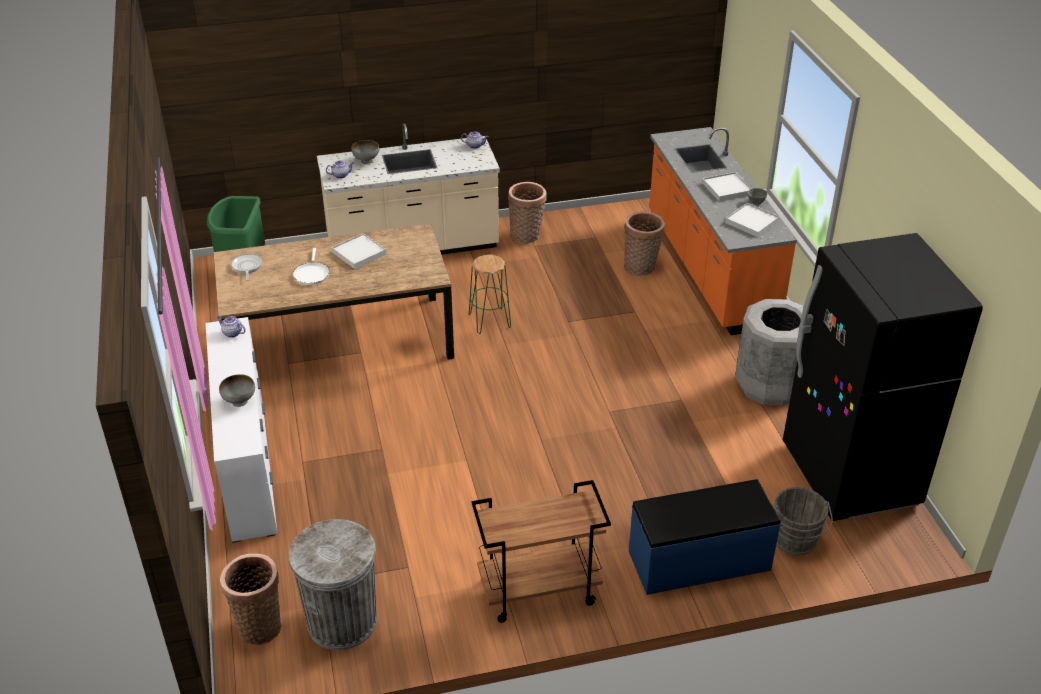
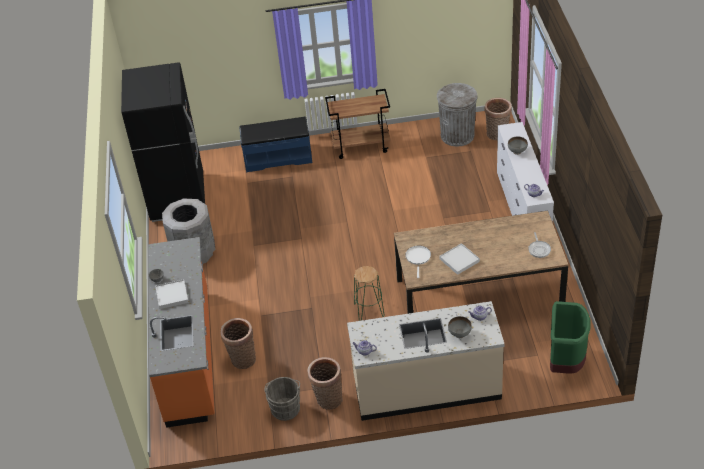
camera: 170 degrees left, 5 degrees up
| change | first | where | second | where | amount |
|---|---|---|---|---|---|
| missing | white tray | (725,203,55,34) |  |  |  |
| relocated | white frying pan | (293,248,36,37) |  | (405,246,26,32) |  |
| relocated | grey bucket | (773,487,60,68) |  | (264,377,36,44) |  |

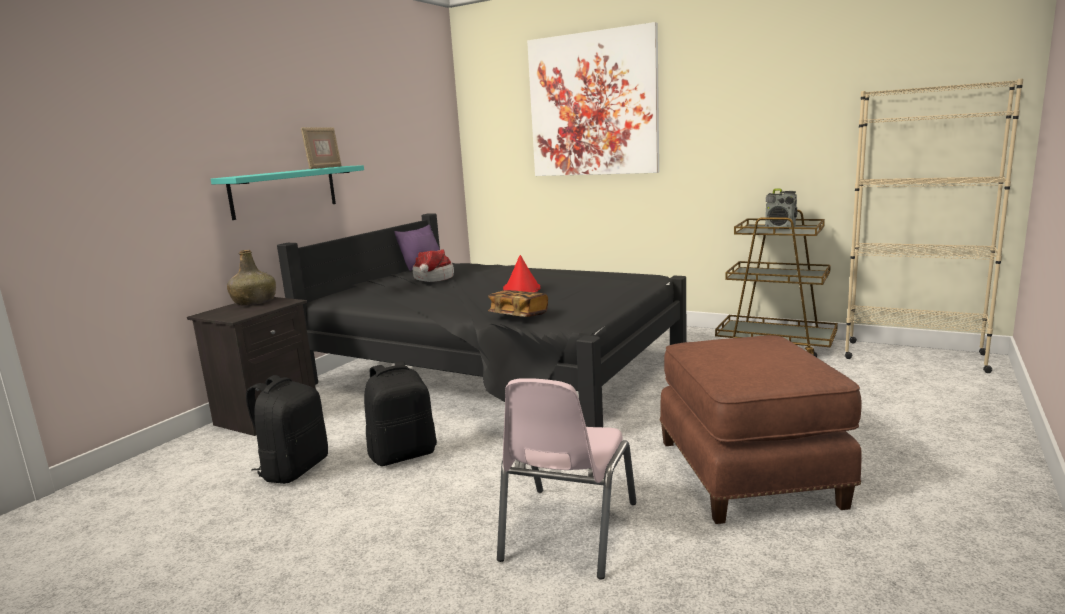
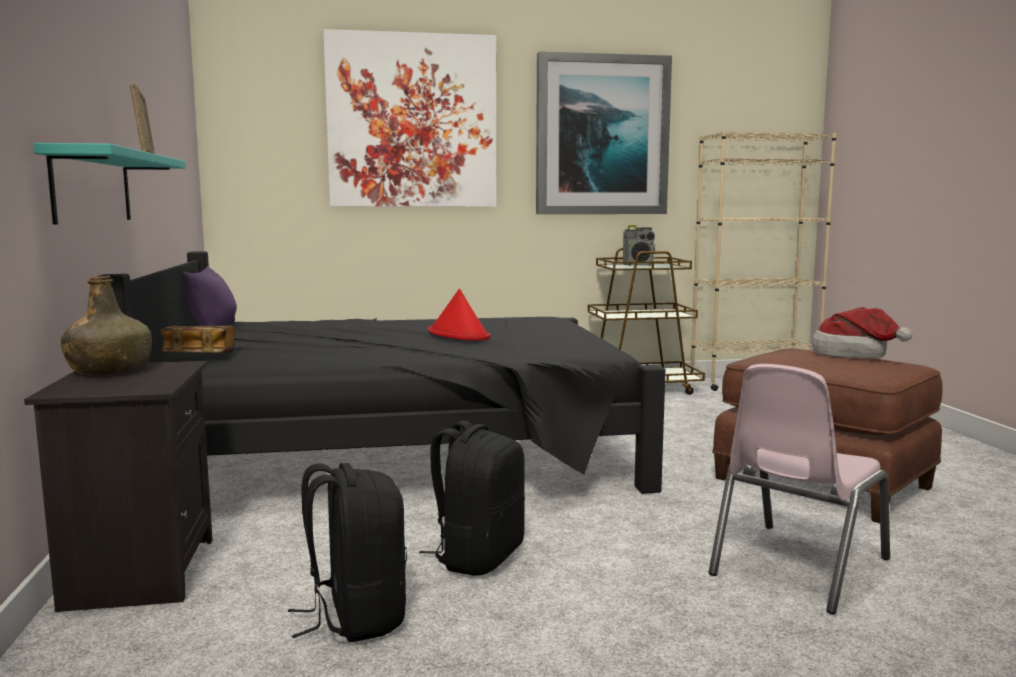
camera: 40 degrees left, 5 degrees down
| change | first | where | second | where | amount |
|---|---|---|---|---|---|
| appeared |  |  | picture | (536,51,136,163) |  |
| relocated | hat | (413,249,41,33) |  | (812,307,101,51) |  |
| relocated | book | (488,290,60,27) |  | (160,326,75,27) |  |
| spun | pink chair | (497,378,139,201) |  | (709,364,181,250) | 60 degrees clockwise |

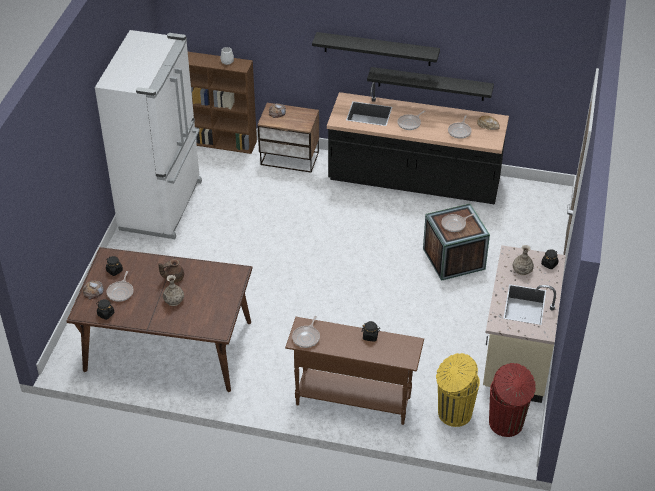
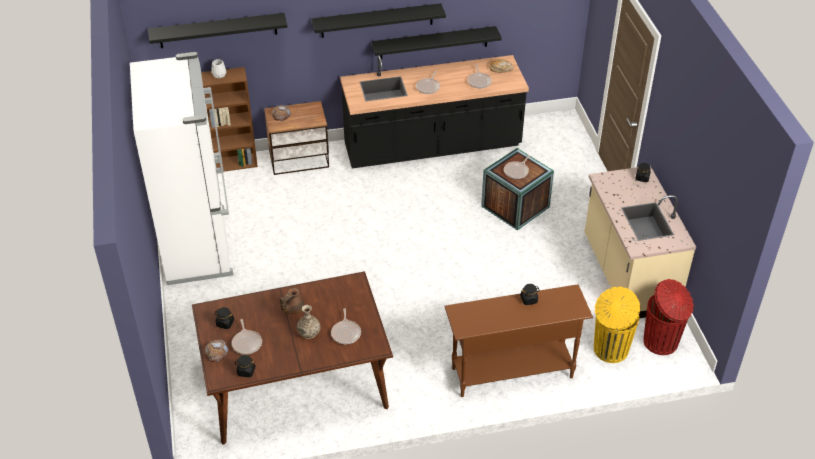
camera: 25 degrees left, 0 degrees up
| change | first | where | second | where | amount |
|---|---|---|---|---|---|
| missing | vase | (513,245,21,30) |  |  |  |
| appeared |  |  | black shelf | (148,13,139,35) |  |
| relocated | frying pan | (292,316,28,32) |  | (331,308,30,36) |  |

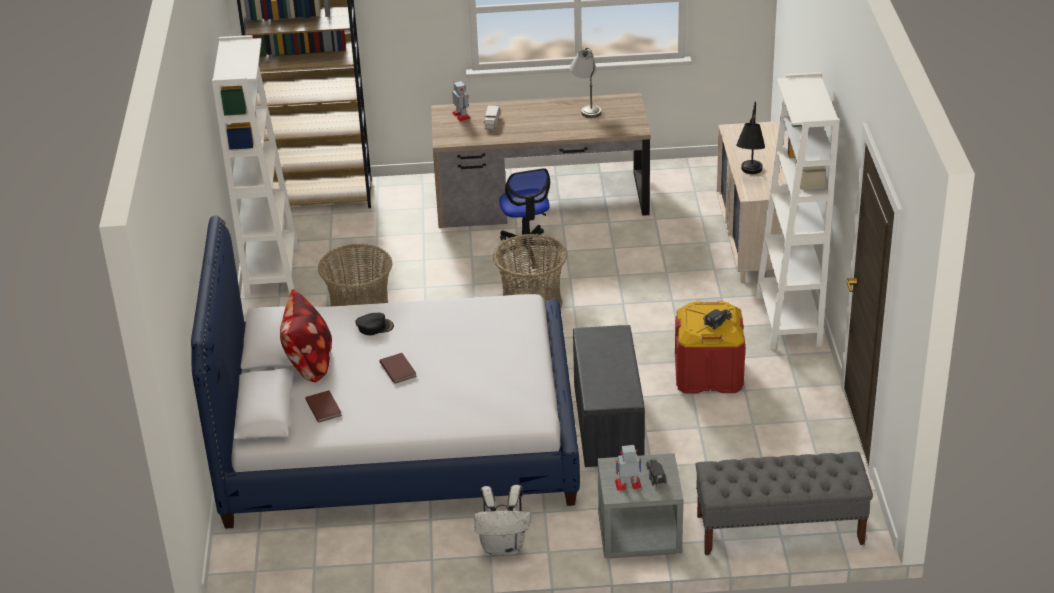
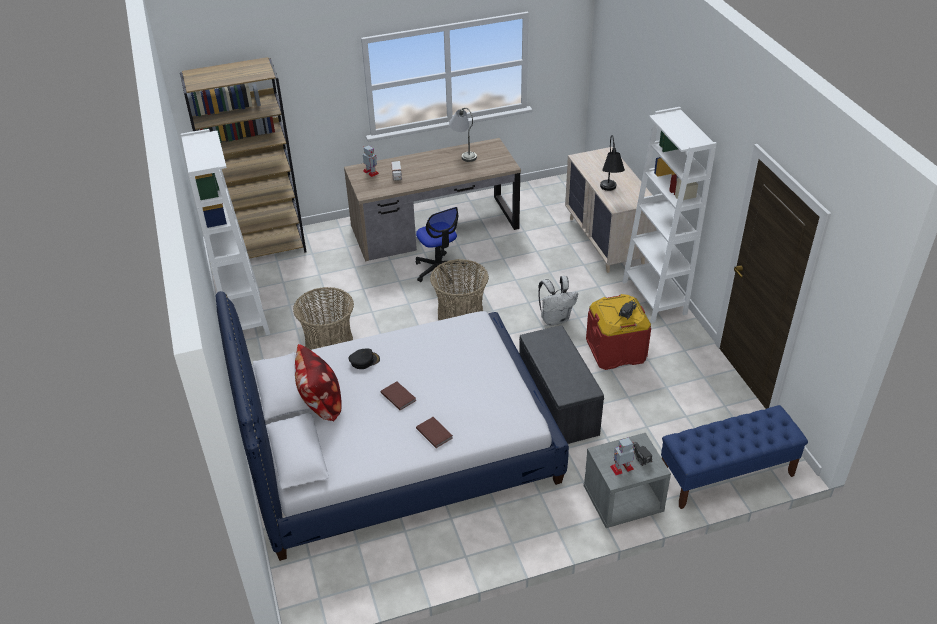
camera: 15 degrees left, 5 degrees up
| change | first | where | second | where | amount |
|---|---|---|---|---|---|
| relocated | brown book | (305,390,37,33) |  | (416,417,37,31) |  |
| relocated | white backpack | (474,485,56,71) |  | (538,276,40,50) |  |
| colour | grey bench | (696,452,177,103) | blue bench | (661,405,147,104) |  |

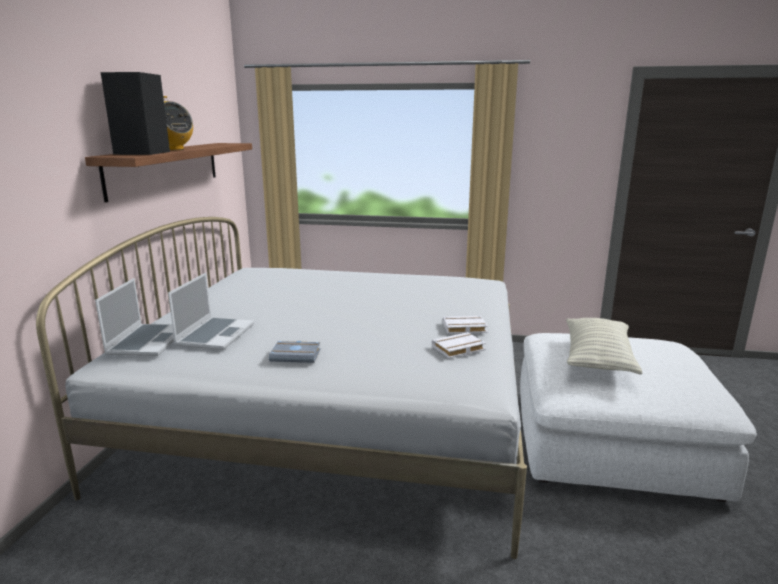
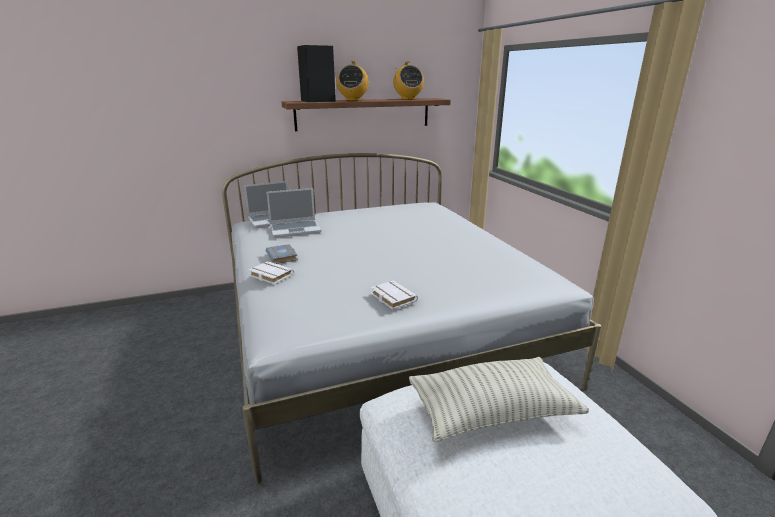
camera: 60 degrees right, 5 degrees up
| change | first | where | second | where | amount |
|---|---|---|---|---|---|
| appeared |  |  | radio | (393,61,31,39) |  |
| relocated | white book | (432,332,54,26) |  | (248,261,46,23) |  |

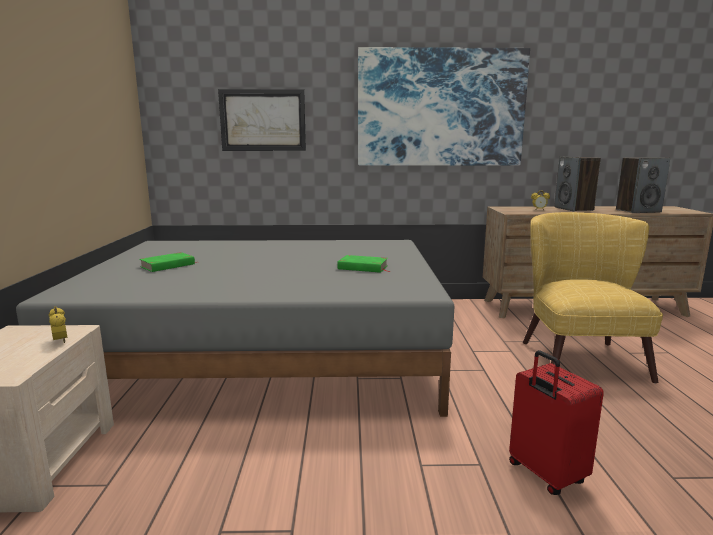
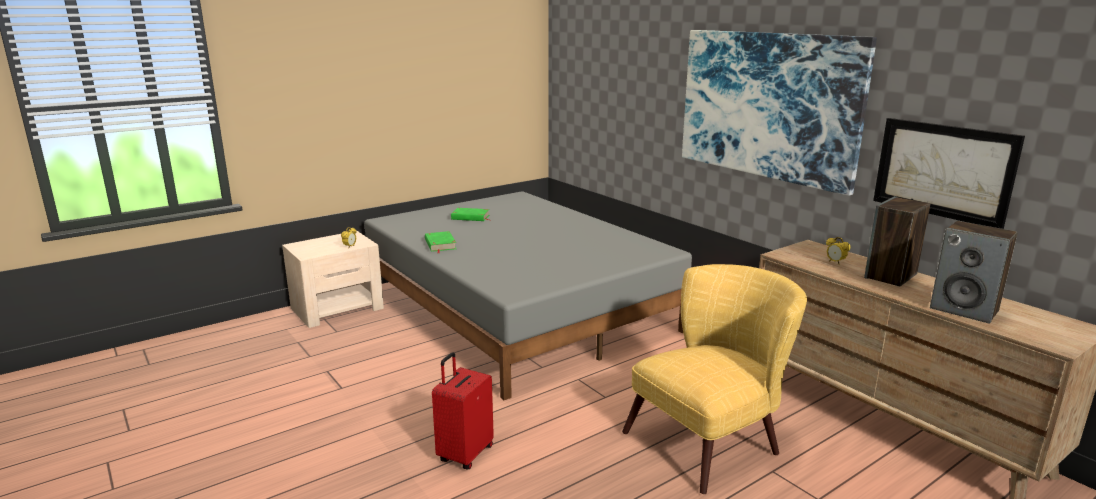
camera: 55 degrees right, 5 degrees up
| change | first | where | second | where | amount |
|---|---|---|---|---|---|
| relocated | picture | (218,89,88,62) |  | (873,118,152,111) |  |
| relocated | green book | (337,255,54,18) |  | (425,231,31,22) |  |

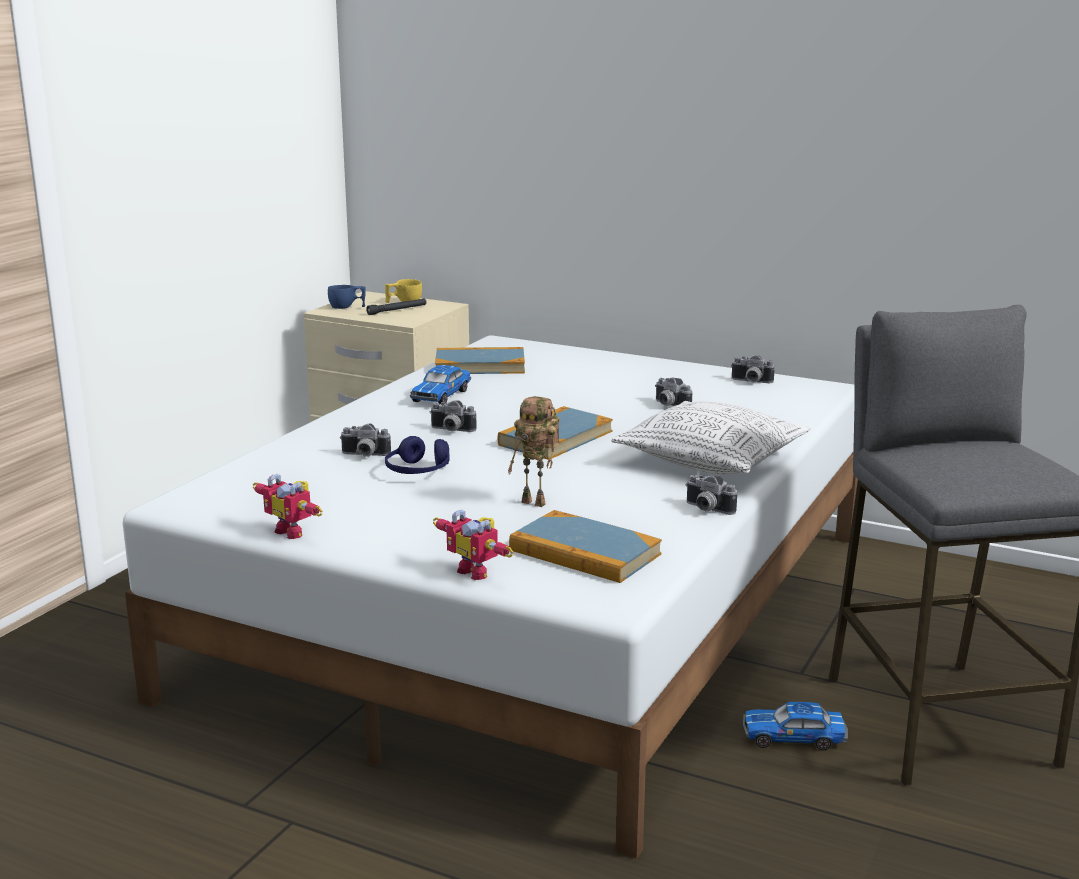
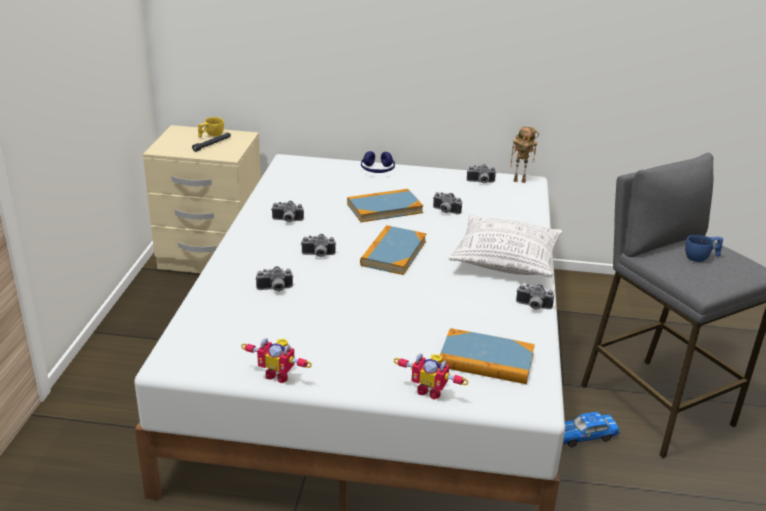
camera: 20 degrees left, 10 degrees up
| change | first | where | second | where | amount |
|---|---|---|---|---|---|
| relocated | blue cup | (328,285,37,24) |  | (685,235,38,27) |  |
| relocated | blue headphones | (385,436,65,38) |  | (361,151,34,22) |  |
| relocated | book | (435,347,90,27) |  | (347,189,76,33) |  |
| relocated | toy robot | (508,396,52,111) |  | (510,127,29,56) |  |
| exchanged | toy car | (410,365,61,39) | photo camera | (271,201,33,21) |  |

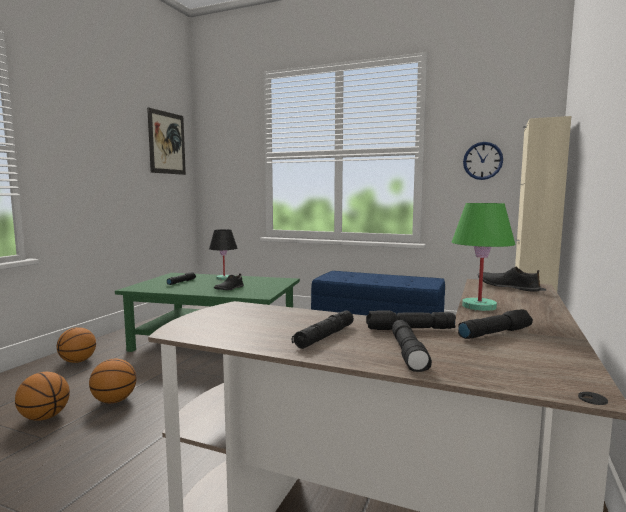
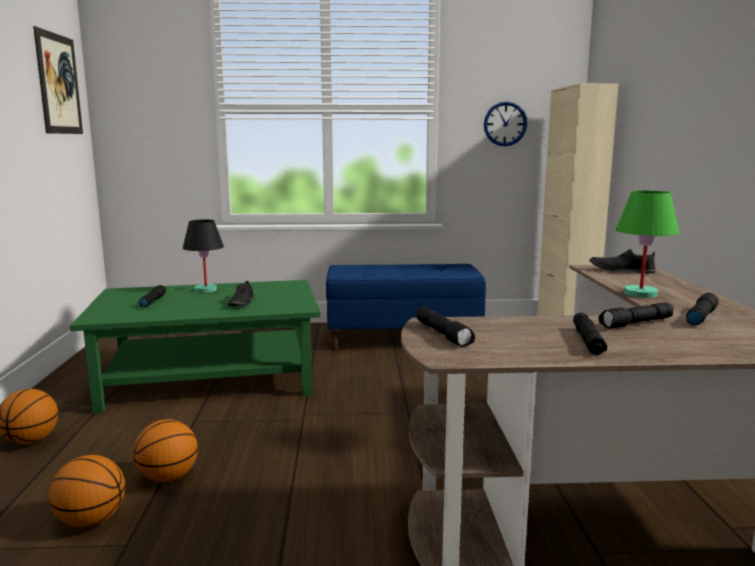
camera: 25 degrees left, 5 degrees up
| change | first | where | second | where | amount |
|---|---|---|---|---|---|
| relocated | black flashlight | (392,320,40,52) |  | (417,307,58,40) |  |

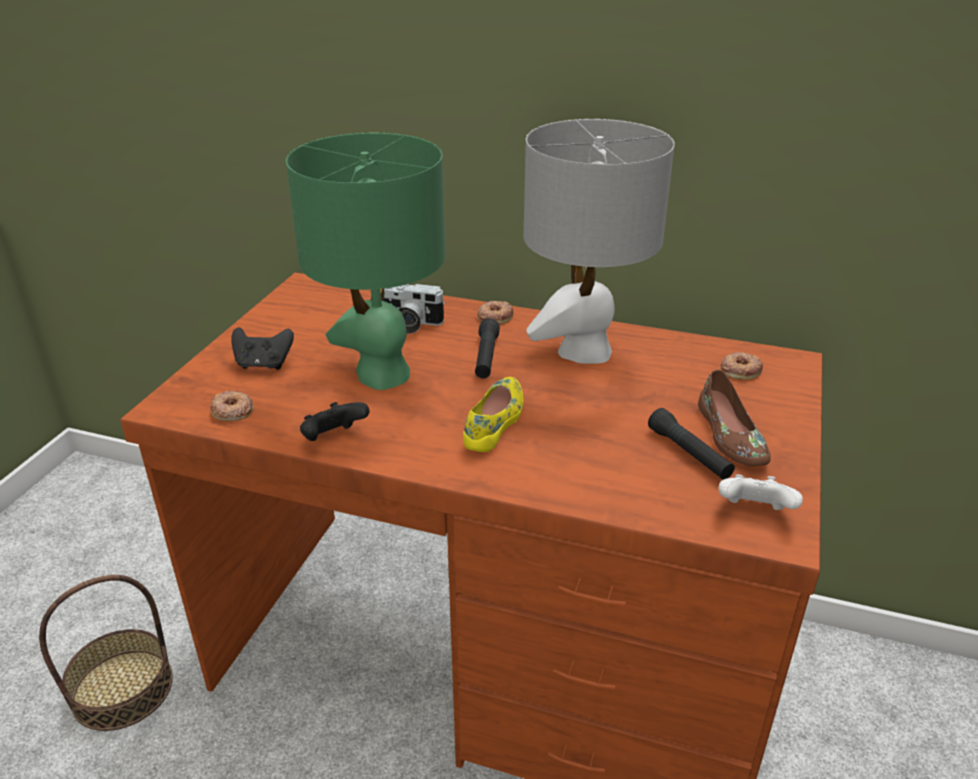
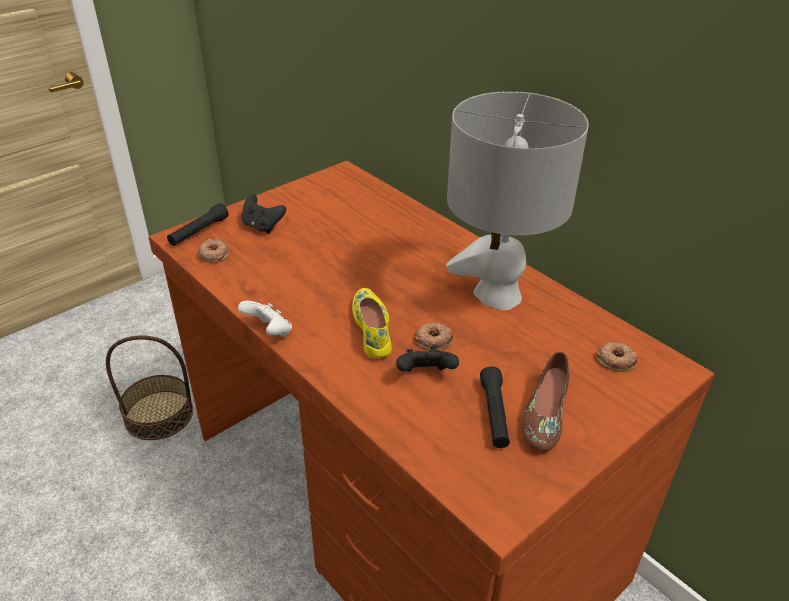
camera: 30 degrees right, 5 degrees up
| change | first | where | second | where | amount |
|---|---|---|---|---|---|
| missing | green table lamp | (286,133,159,257) |  |  |  |
| missing | photo camera | (384,284,62,50) |  |  |  |
| relocated | black game controller | (300,402,69,39) |  | (396,346,63,25) |  |
| relocated | black flashlight | (475,318,25,60) |  | (167,203,61,43) |  |
| relocated | donut | (478,300,35,24) |  | (415,322,38,29) |  |
| relocated | white game controller | (719,474,84,36) |  | (238,301,54,36) |  |
| spun | yellow shoe | (463,377,60,75) |  | (352,288,40,70) | 60 degrees counterclockwise |

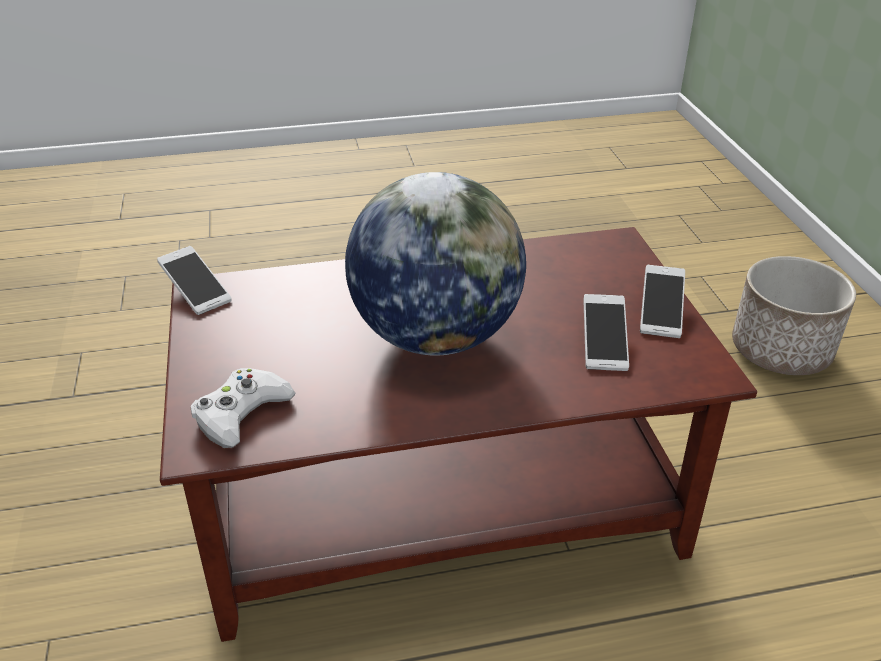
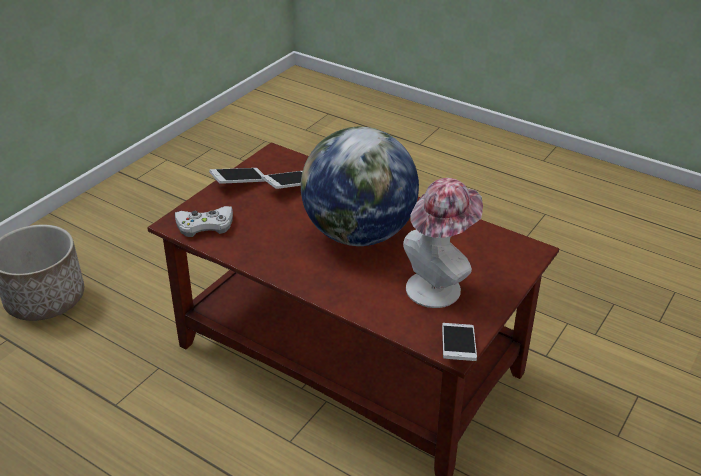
camera: 135 degrees left, 0 degrees up
| change | first | where | second | where | amount |
|---|---|---|---|---|---|
| appeared |  |  | hat | (403,178,80,130) |  |
| relocated | white game controller | (191,368,105,80) |  | (175,206,58,31) |  |

